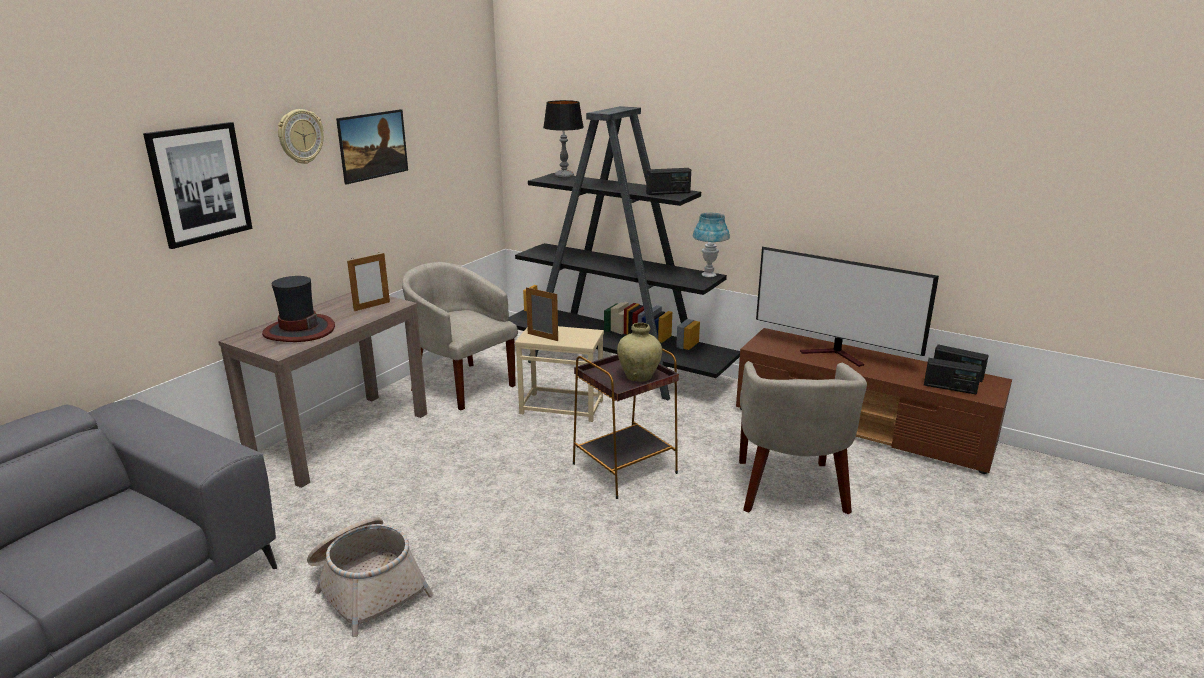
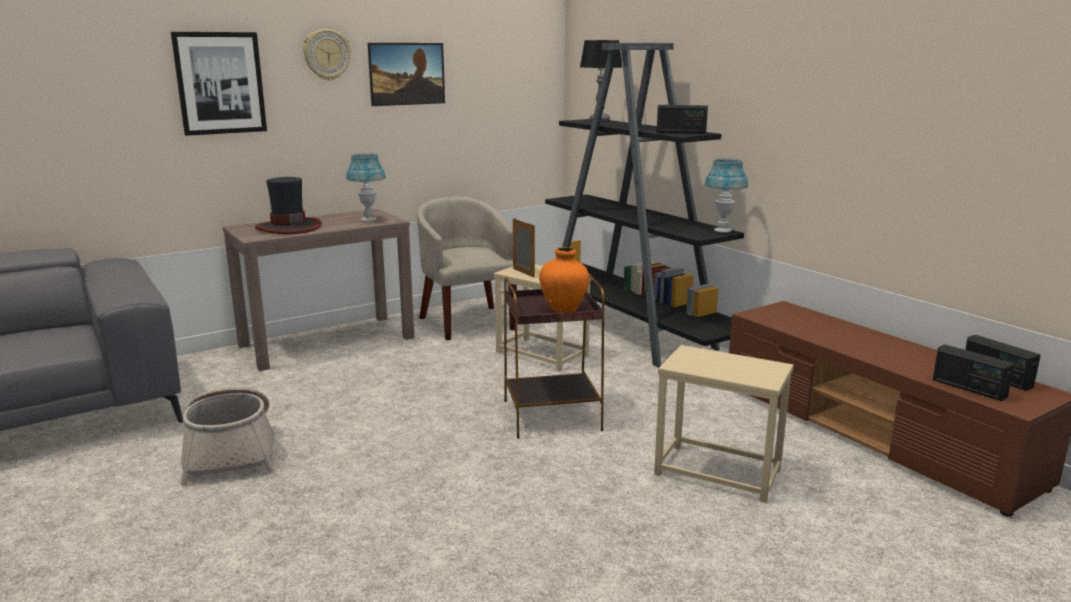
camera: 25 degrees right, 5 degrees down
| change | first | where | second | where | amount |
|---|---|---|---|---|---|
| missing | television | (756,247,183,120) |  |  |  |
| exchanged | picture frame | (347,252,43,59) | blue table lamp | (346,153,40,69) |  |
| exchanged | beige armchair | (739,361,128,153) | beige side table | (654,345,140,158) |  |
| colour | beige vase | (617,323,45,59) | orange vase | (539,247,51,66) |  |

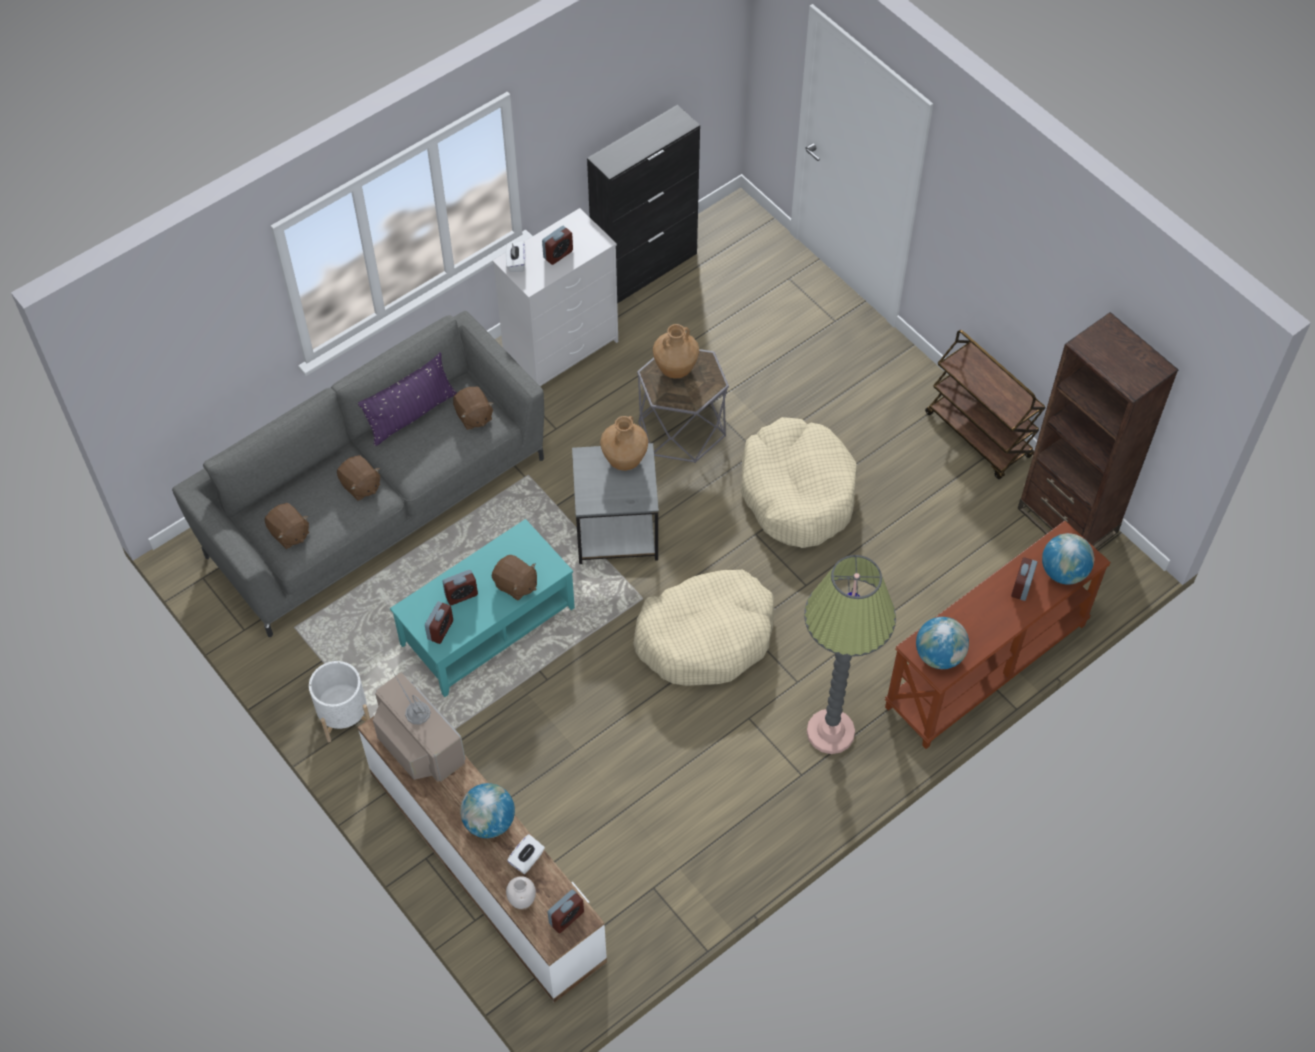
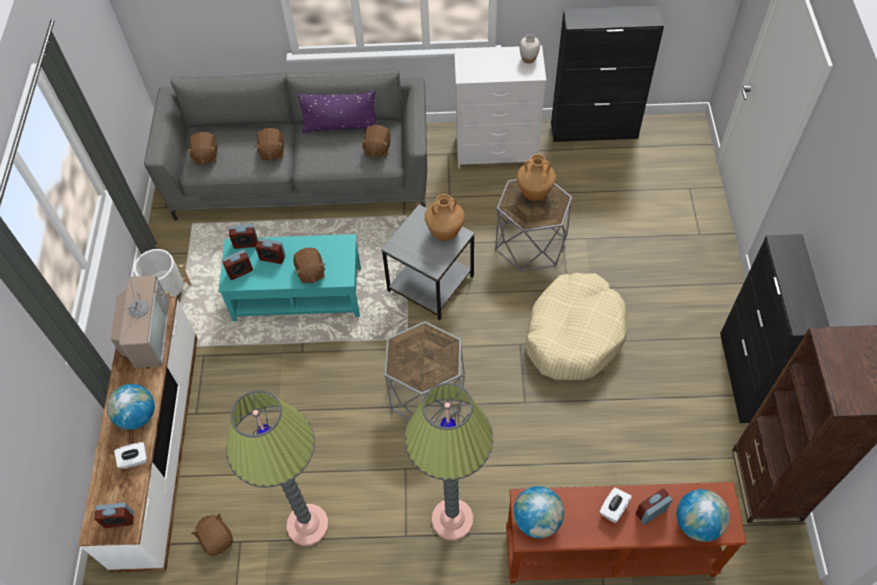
camera: 40 degrees right, 0 degrees up
| change | first | where | second | where | amount |
|---|---|---|---|---|---|
| appeared |  |  | brown plush toy | (191,513,42,43) |  |
| appeared |  |  | floor lamp | (226,390,103,156) |  |
| relocated | white tissue box | (505,241,20,31) |  | (600,488,32,35) |  |
| relocated | white vase | (506,876,30,34) |  | (520,34,20,30) |  |
| relocated | alarm clock | (542,226,31,39) |  | (229,224,29,25) |  |
| exchanged | beige dog bed | (633,570,141,116) | grey side table | (384,321,81,102) |  |
| exchanged | brown cart | (925,330,121,149) | black cabinet | (720,234,110,189) |  |

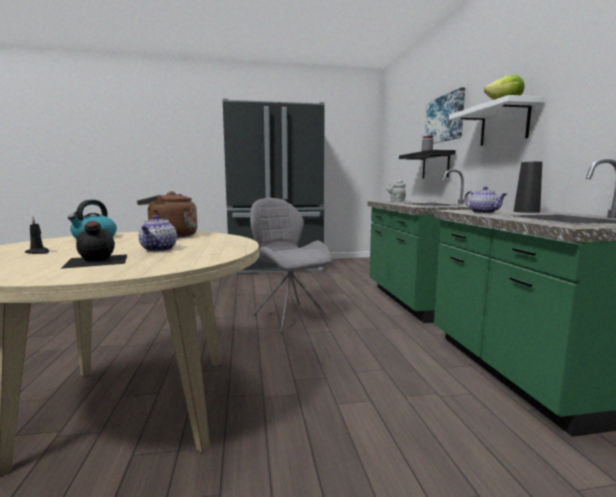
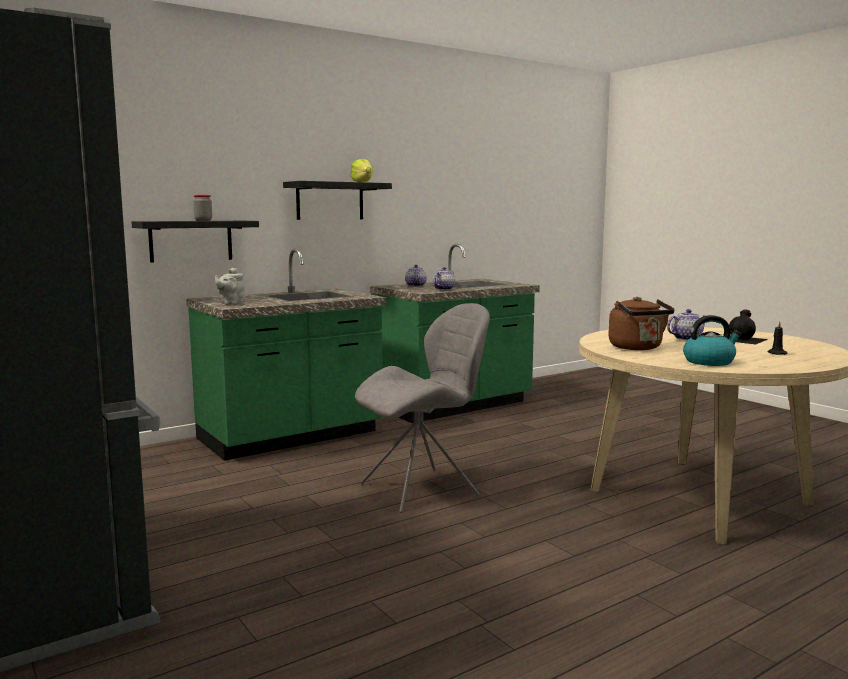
camera: 115 degrees left, 0 degrees up
| change | first | where | second | where | amount |
|---|---|---|---|---|---|
| missing | picture | (425,87,40,57) |  |  |  |
| exchanged | black vase | (514,161,29,52) | teapot | (405,265,22,22) |  |
| colour | white shelf | (449,95,94,51) | black shelf | (283,181,109,39) |  |
| spun | grey chair | (250,198,82,135) |  | (355,303,135,210) | 150 degrees counterclockwise |

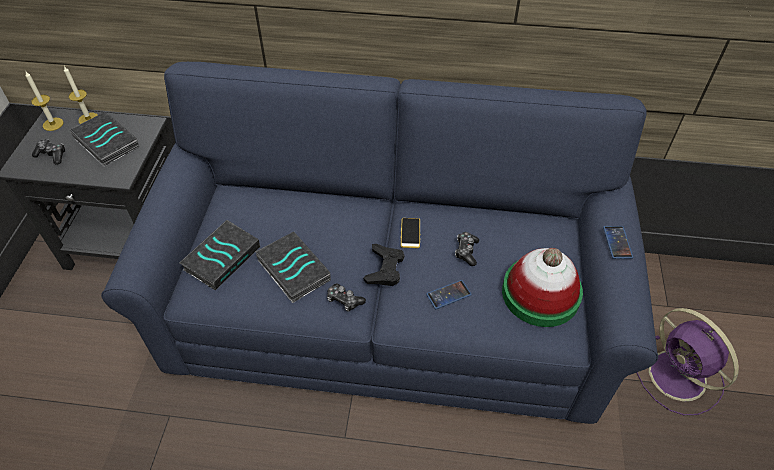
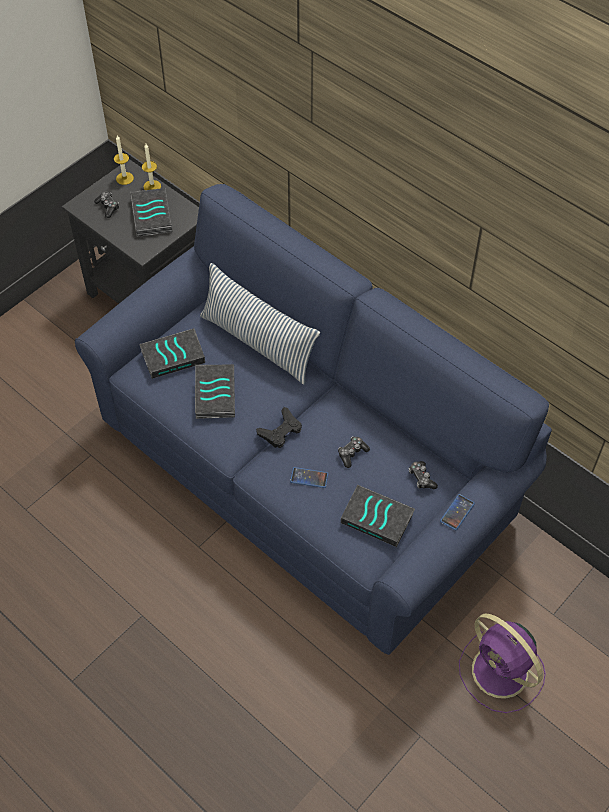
camera: 35 degrees right, 5 degrees up
| change | first | where | second | where | amount |
|---|---|---|---|---|---|
| missing | phone | (401,218,19,30) |  |  |  |
| appeared |  |  | pillow | (200,263,120,122) |  |
| relocated | game controller | (327,283,39,29) |  | (409,461,29,28) |  |
| exchanged | hat | (502,248,81,79) | book | (341,485,74,62) |  |
| spun | purple fan | (637,308,102,108) |  | (459,614,87,99) | 45 degrees counterclockwise |

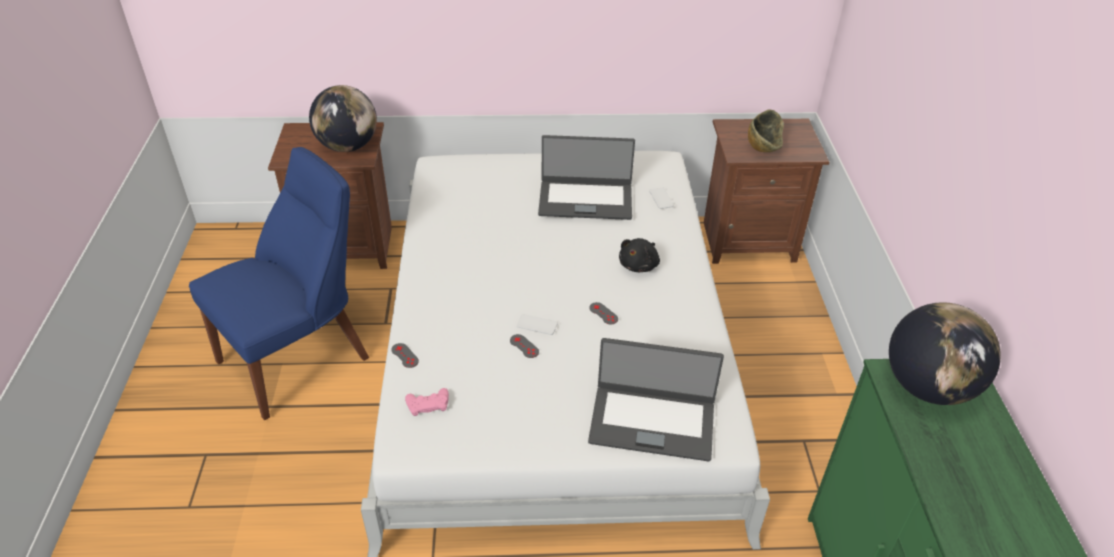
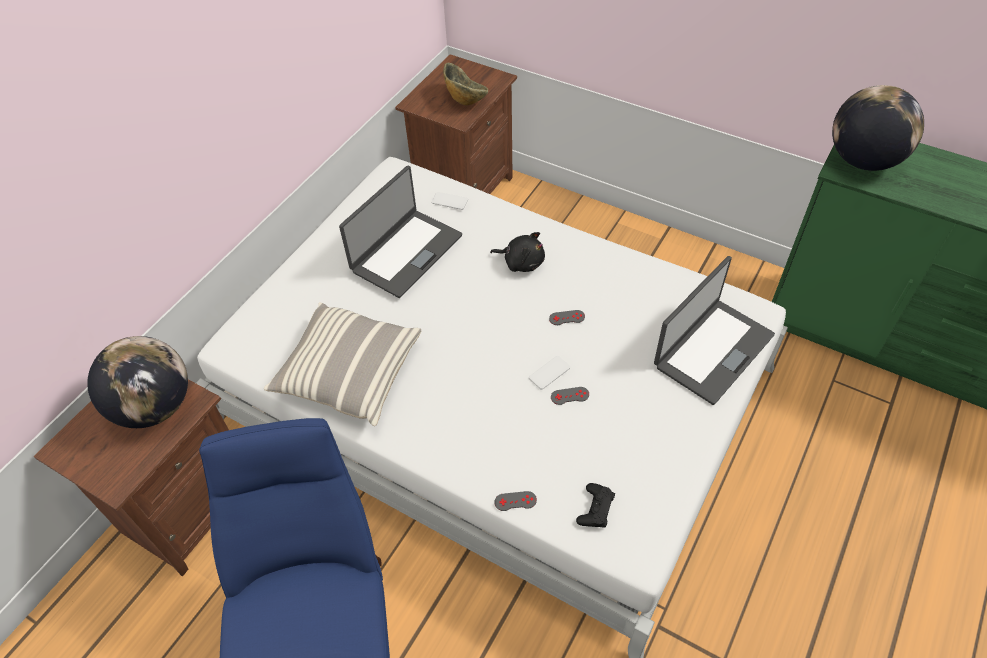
camera: 55 degrees left, 10 degrees up
| change | first | where | second | where | amount |
|---|---|---|---|---|---|
| appeared |  |  | pillow | (264,302,157,124) |  |
| colour | pink game controller | (405,388,44,28) | black game controller | (576,483,39,45) |  |
| spun | black plush toy | (619,238,41,34) |  | (490,232,55,40) | 45 degrees counterclockwise |

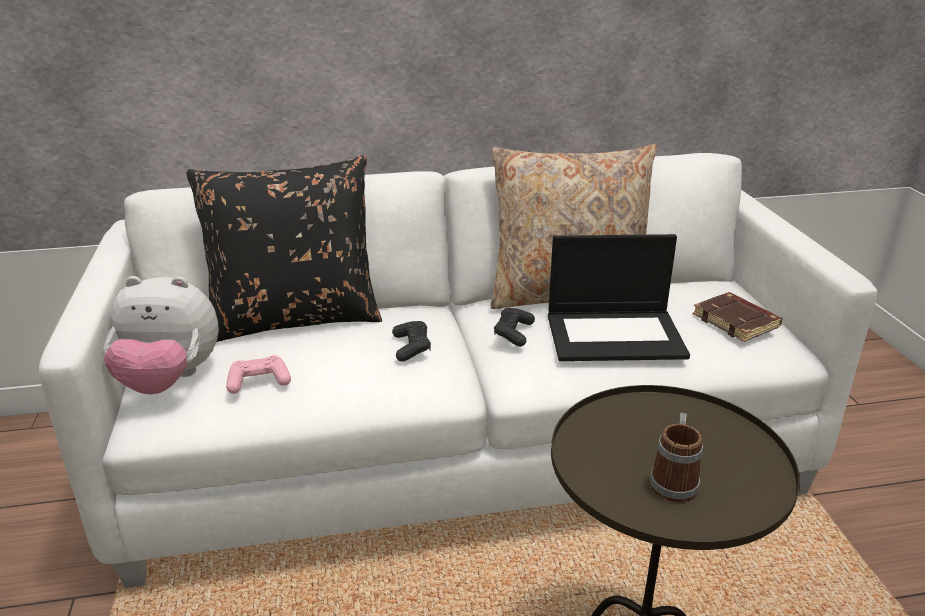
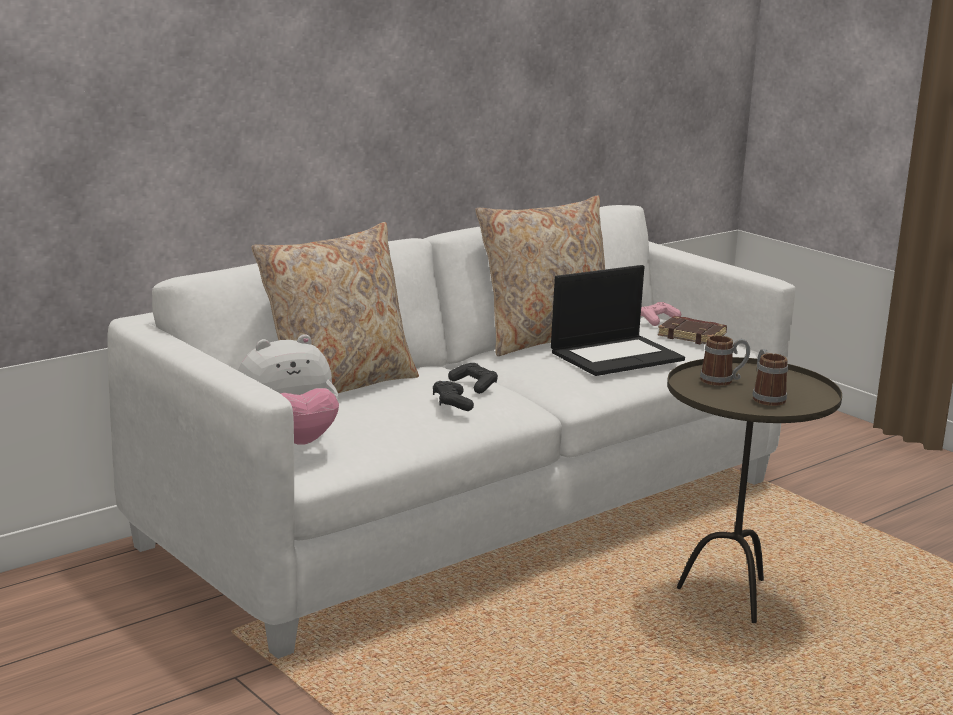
camera: 30 degrees left, 10 degrees down
| change | first | where | second | where | amount |
|---|---|---|---|---|---|
| appeared |  |  | mug | (700,335,50,51) |  |
| relocated | pink game controller | (226,355,65,39) |  | (641,302,40,24) |  |
| relocated | black game controller | (494,307,41,40) |  | (433,381,41,30) |  |
| colour | black pillow | (186,155,196,187) | beige pillow | (251,222,168,171) |  |

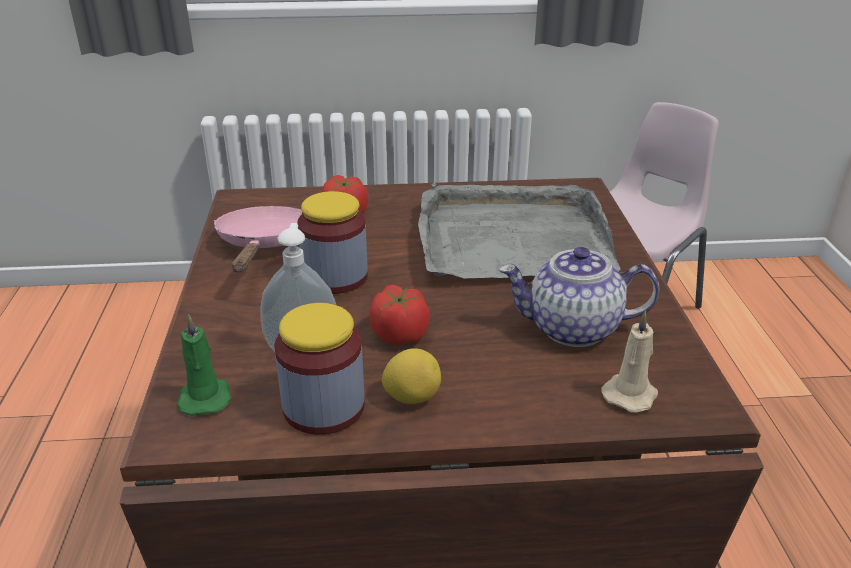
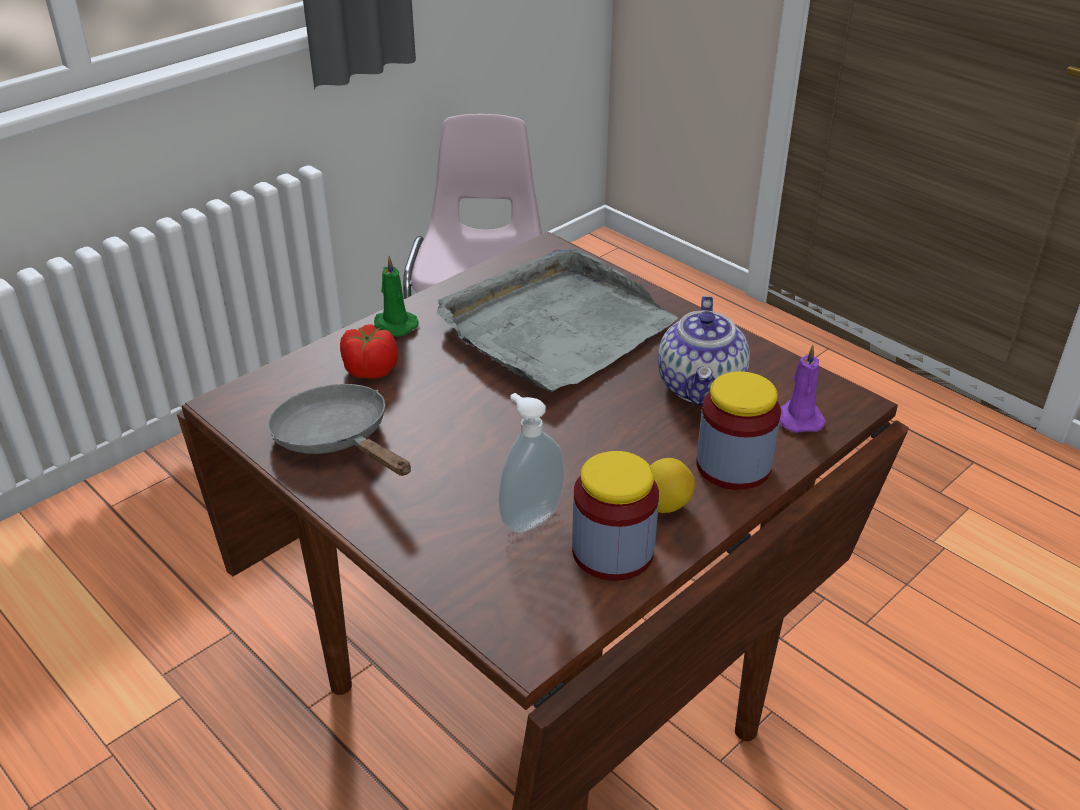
camera: 40 degrees left, 5 degrees up
| change | first | where | second | where | amount |
|---|---|---|---|---|---|
| missing | tomato | (369,285,61,61) |  |  |  |
| relocated | green candle | (177,314,54,102) |  | (374,256,45,80) |  |
| relocated | jar | (297,191,71,103) |  | (696,371,85,119) |  |
| colour | pink frying pan | (214,206,88,66) | grey frying pan | (268,384,143,92) |  |
| colour | beige candle | (601,311,57,102) | purple candle | (780,345,46,88) |  |
| spun | teapot | (499,247,161,100) |  | (658,295,92,111) | 45 degrees counterclockwise |

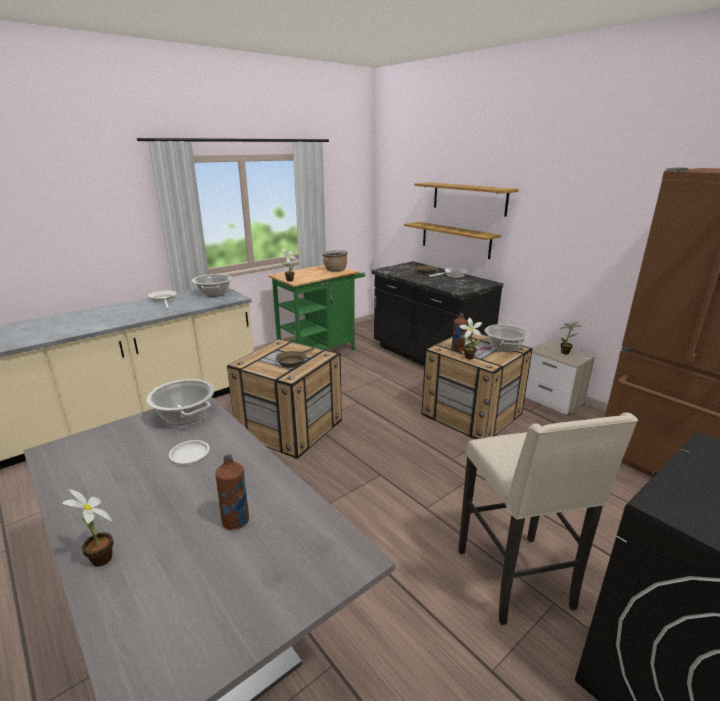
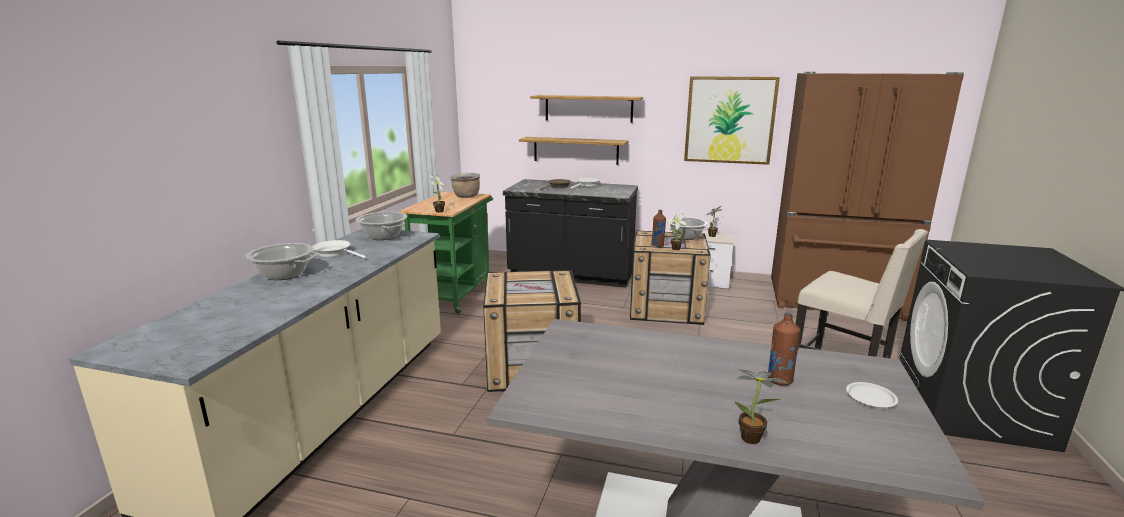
camera: 35 degrees left, 5 degrees down
| change | first | where | second | where | amount |
|---|---|---|---|---|---|
| missing | brown frying pan | (276,347,39,21) |  |  |  |
| appeared |  |  | picture | (684,76,96,89) |  |
| relocated | cooking pot | (146,379,69,46) |  | (242,243,77,37) |  |
| relocated | white plate | (169,440,41,23) |  | (846,382,52,26) |  |

